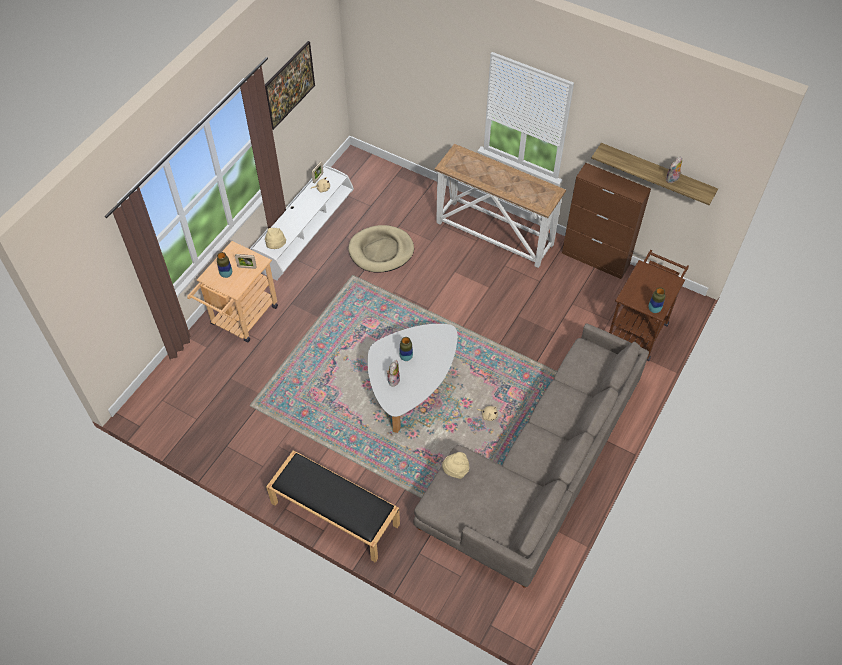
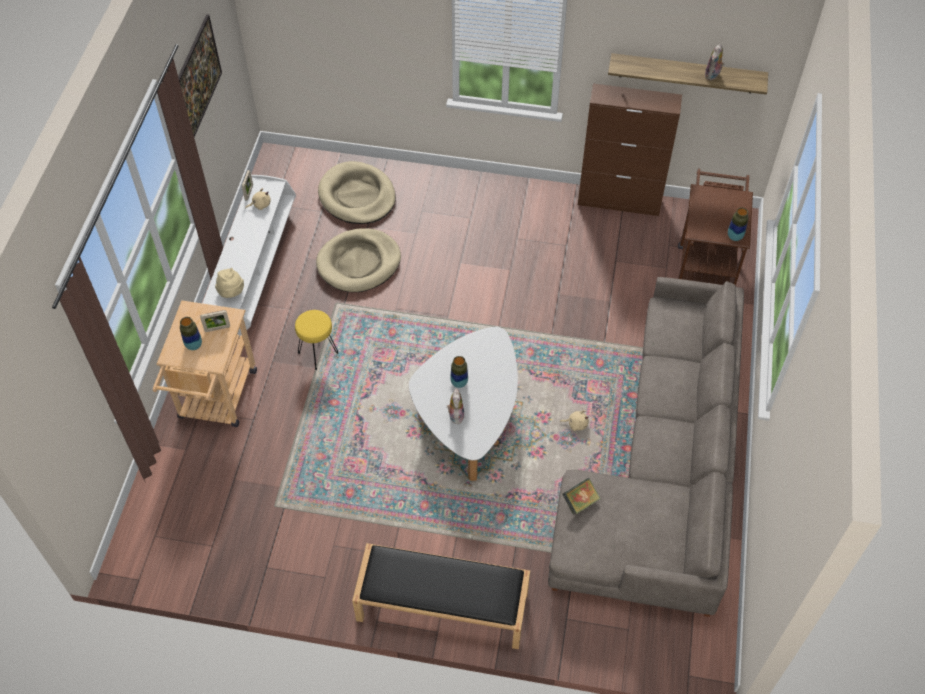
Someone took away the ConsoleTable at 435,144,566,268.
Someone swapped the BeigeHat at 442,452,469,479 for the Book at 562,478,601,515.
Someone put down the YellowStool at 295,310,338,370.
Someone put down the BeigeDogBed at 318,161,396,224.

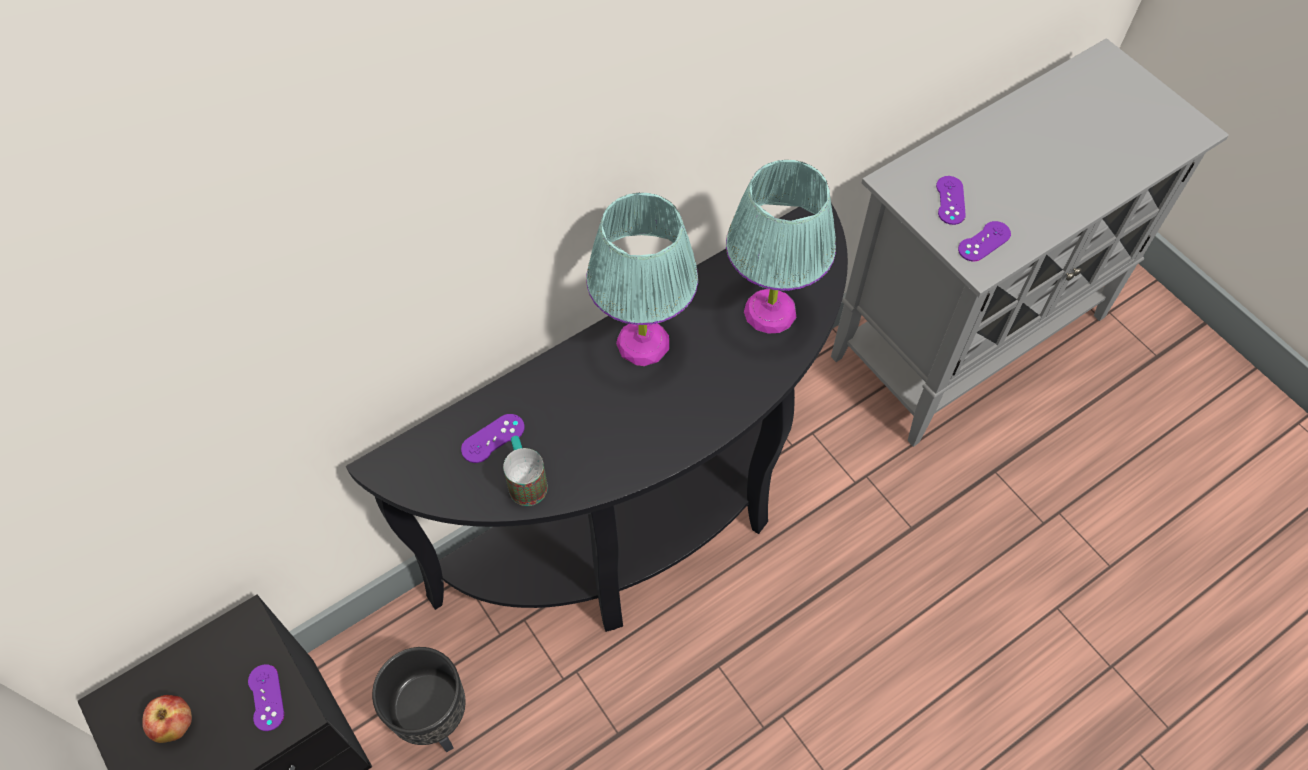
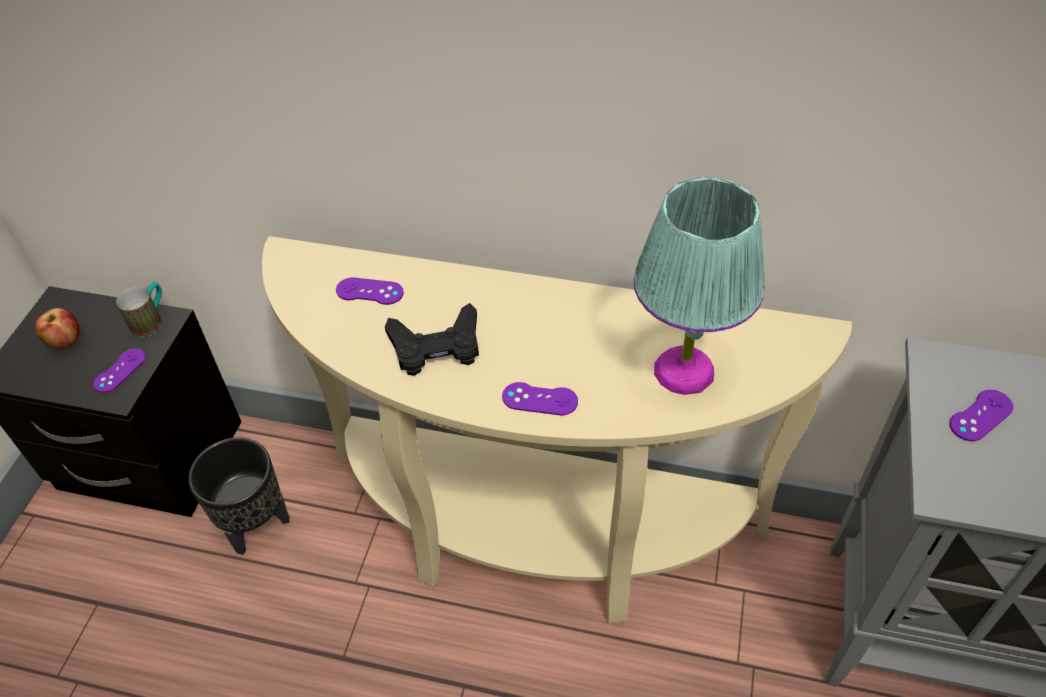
Someone repainted the BlackConsoleTable at 346,203,848,632, which became the BeigeConsoleTable at 262,236,852,623.
Someone carried the Mug from 503,436,548,506 to 116,282,162,338.
Someone took away the TurquoiseTableLamp at 586,193,698,366.
Someone carried the PurpleGameController from 958,221,1011,261 to 502,382,578,415.
Someone put down the BlackGameController at 385,303,479,376.

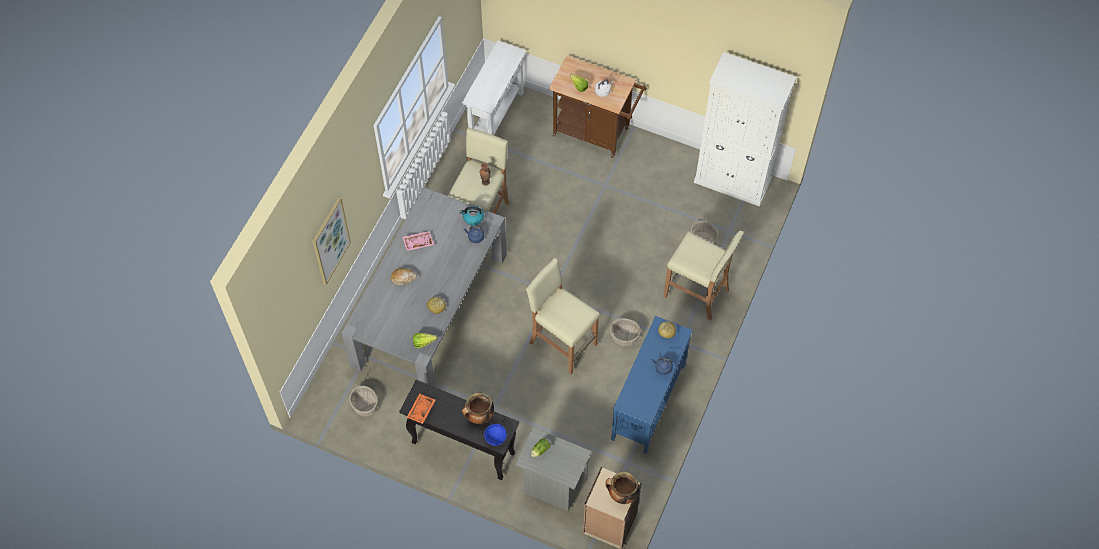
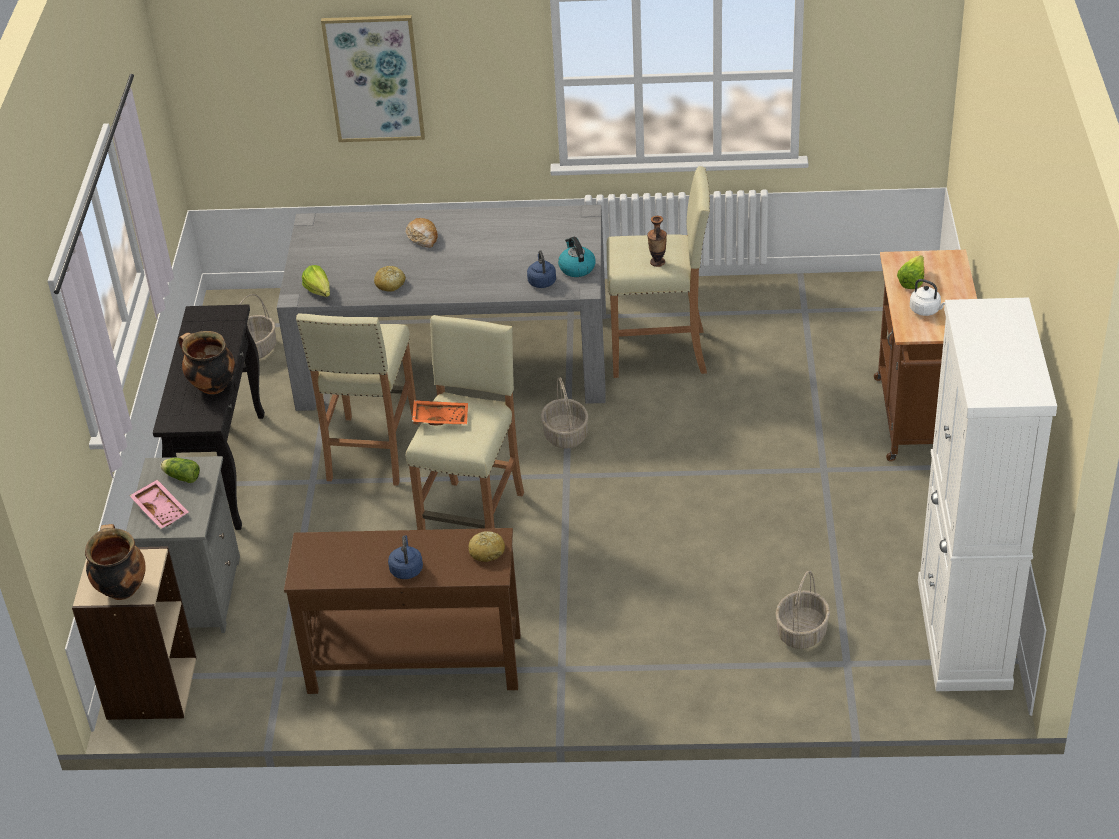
Someone carried the PinkTray from 402,231,434,251 to 129,479,189,529.
Someone carried the OrangeTray from 406,393,435,424 to 412,400,468,425.
Someone took away the WhiteConsoleTable at 462,40,527,135.
Someone took away the BlueBowl at 484,424,507,446.
Someone carried the Basket from 610,318,641,346 to 541,377,588,449.
Someone repainted the BlueConsoleTable at 611,316,693,454, which became the BrownConsoleTable at 284,528,521,694.
Someone carried the BeigeStool from 663,231,744,320 to 296,313,419,486.

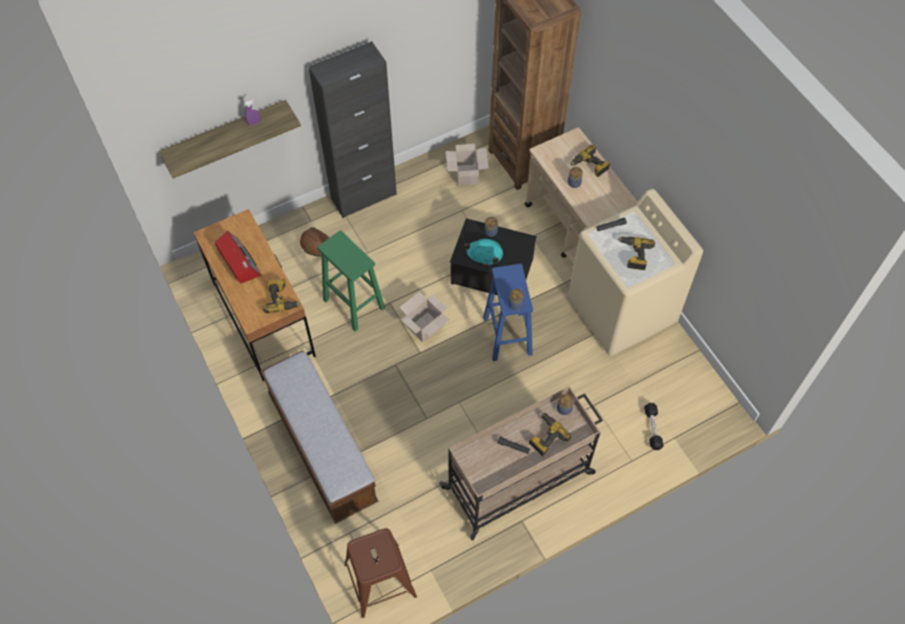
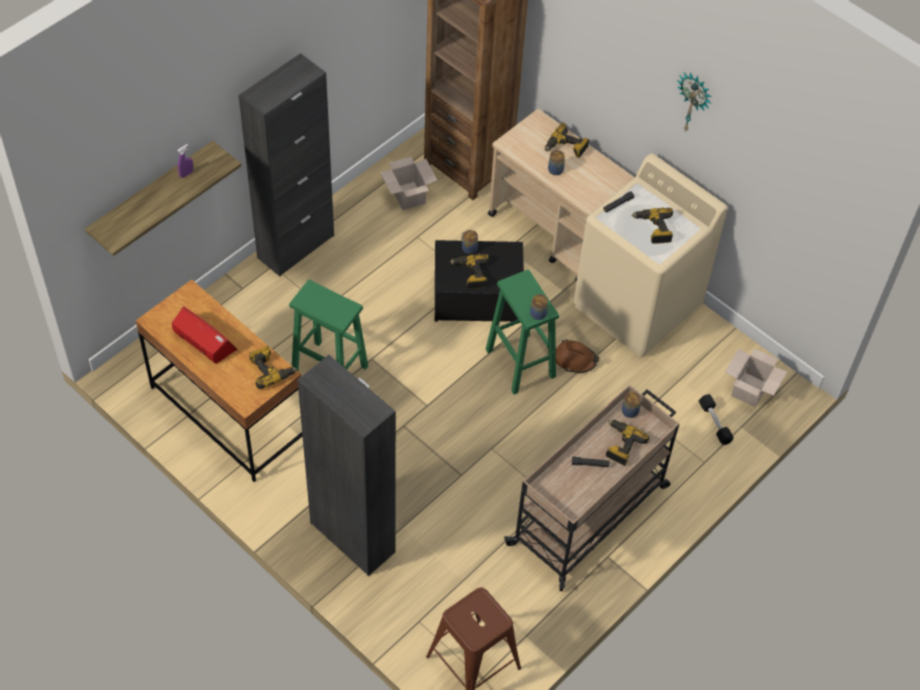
Someone swapped the Bench at 260,350,378,524 for the BlackCabinet at 297,355,396,576.
Someone carried the BrownHardHat from 300,227,329,256 to 556,339,600,373.
Someone carried the CardboardBox from 399,291,449,342 to 725,348,787,407.
Someone swapped the TurquoiseHardHat at 464,239,503,266 for the PowerDrill at 450,254,489,289.
Someone repainted the BlueStool at 483,264,533,361, which became the GreenStool at 486,270,559,394.
Someone put up the WallClock at 677,72,712,132.

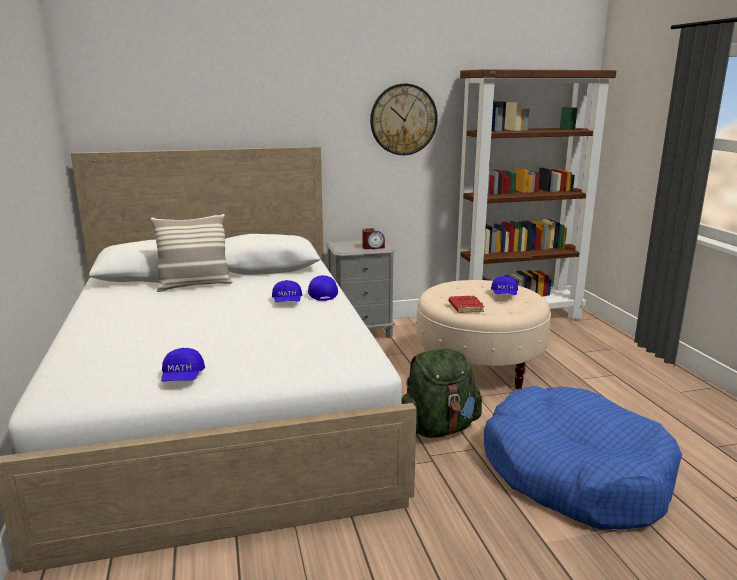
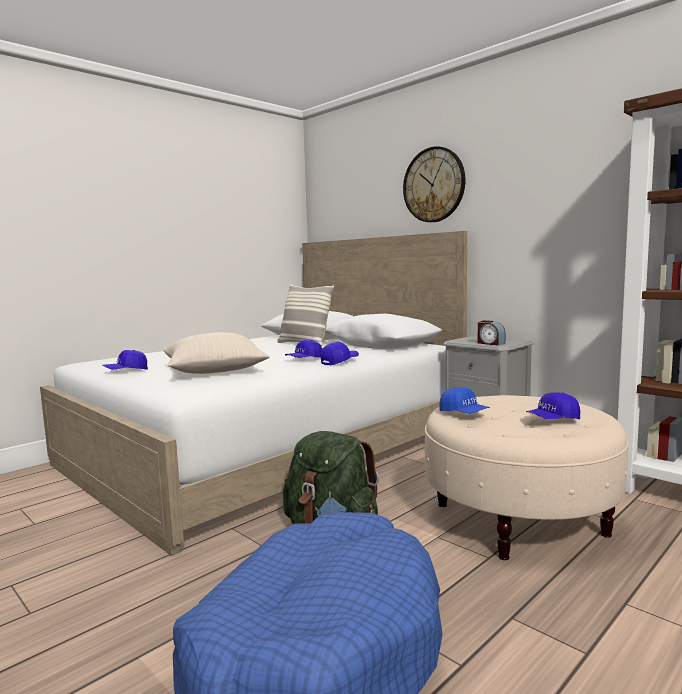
Someone carried the WallClock from 370,83,438,155 to 403,146,465,222.
Someone swapped the RedBook at 449,295,485,313 for the BlueCap at 439,387,490,414.
Someone put down the BeigePillow at 164,332,269,374.

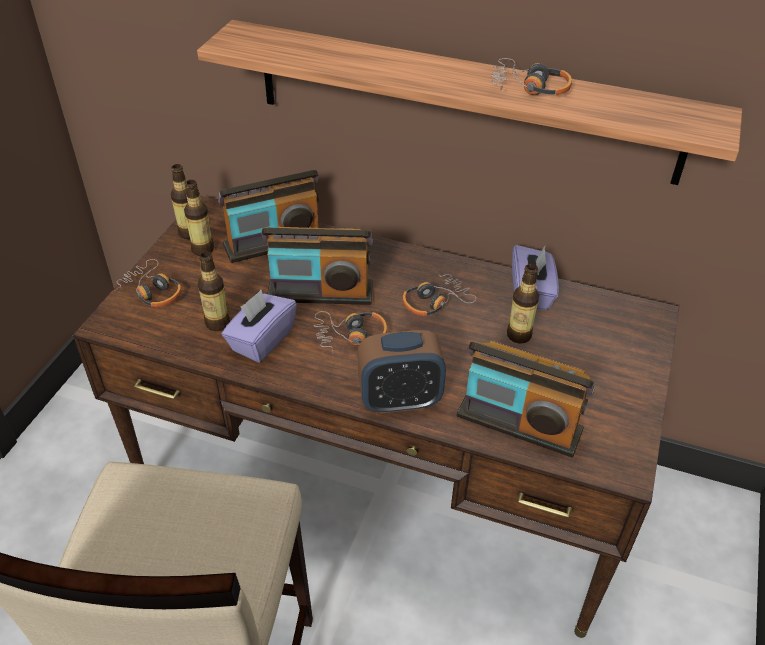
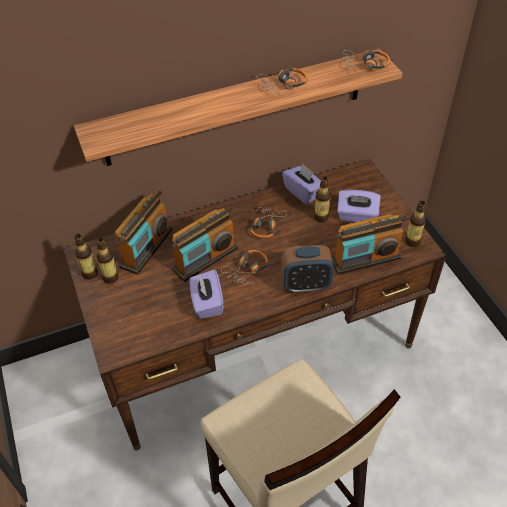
Someone carried the Headphones from 114,259,181,307 to 342,50,390,72.
Someone carried the Bottle from 198,252,230,331 to 405,200,426,247.
Someone rotated the AlarmClock at 358,330,446,414 by 45 degrees clockwise.
Someone put down the PurpleTissueBox at 337,190,381,222.

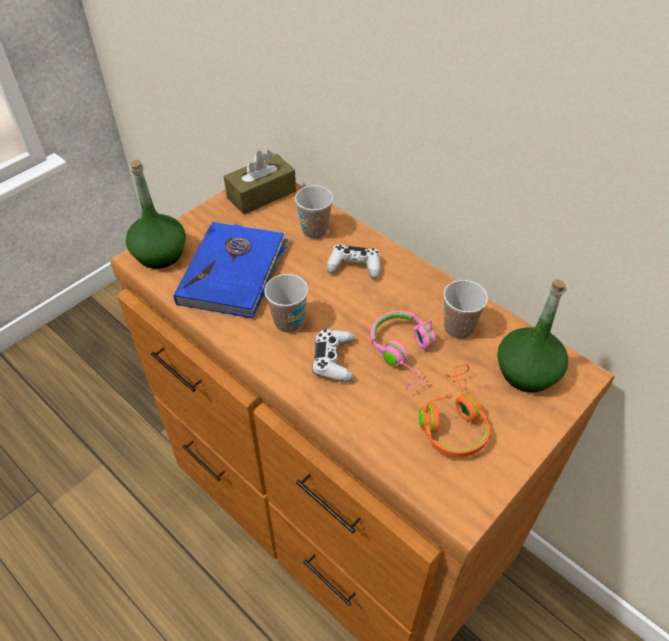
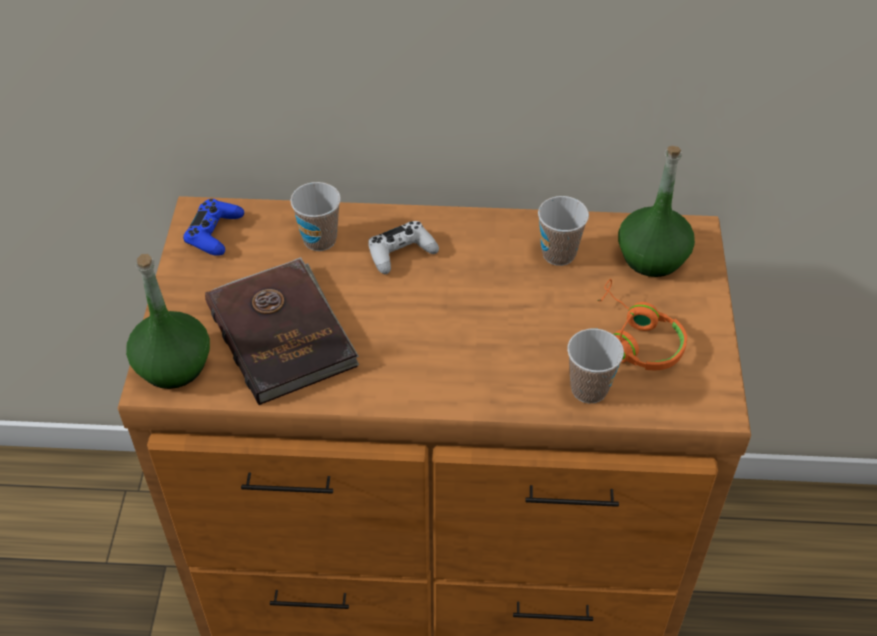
Someone repainted the BlueBook at 174,222,290,318, which became the BrownBook at 205,257,359,405.
Someone swapped the BrownTissueBox at 224,150,296,215 for the BlueGameController at 183,199,244,256.
Someone carried the Cup from 264,274,308,333 to 567,329,624,403.
Someone took away the WhiteGameController at 312,329,355,382.
Someone took away the PinkHeadphones at 370,311,436,390.

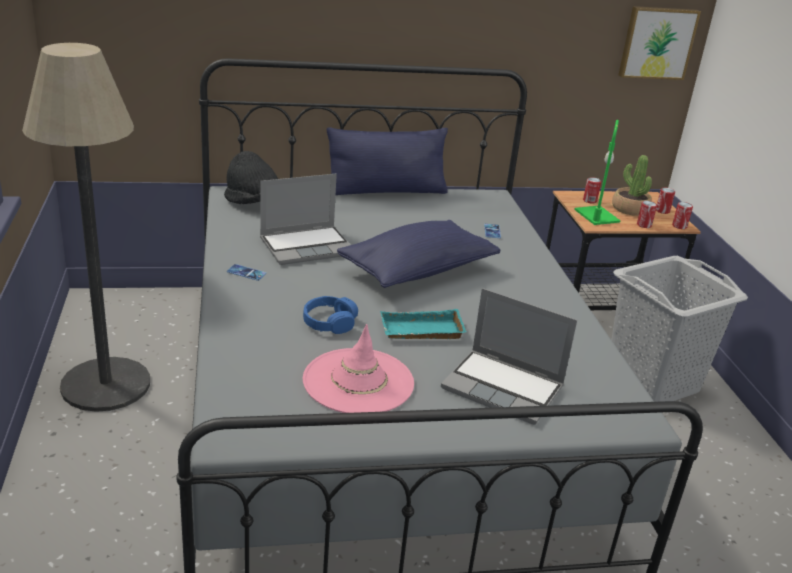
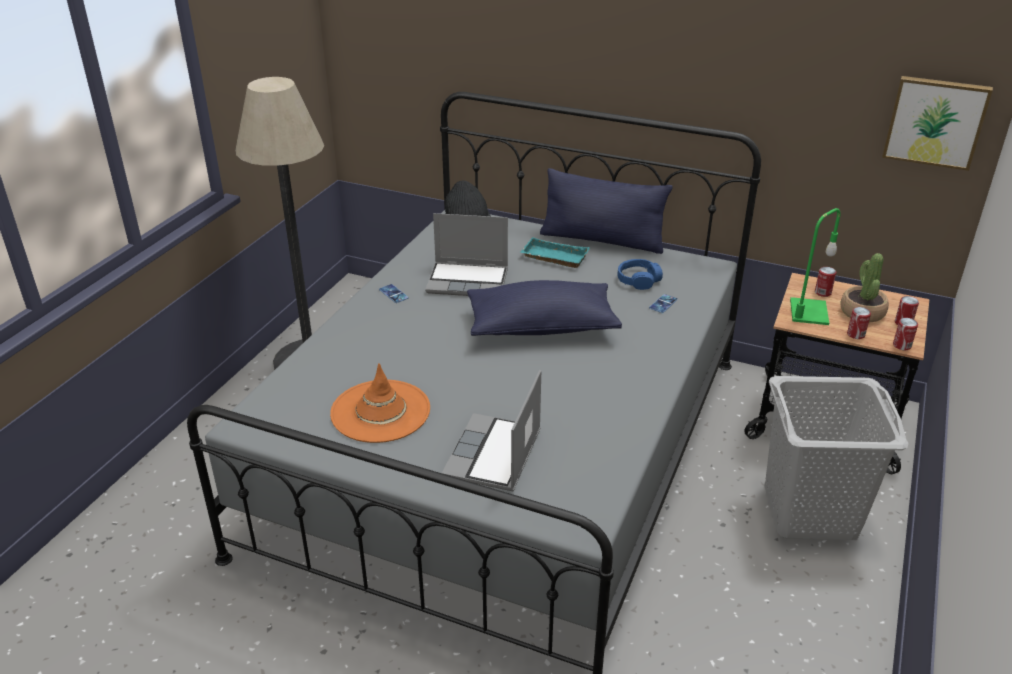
Someone carried the BlueHeadphones from 303,296,358,334 to 618,259,663,290.
Someone repainted the PinkHat at 303,324,414,413, which became the OrangeHat at 330,363,430,443.
Someone carried the TurquoiseTray from 380,309,466,339 to 520,237,590,268.
Someone rotated the Laptop at 441,288,577,425 by 45 degrees clockwise.

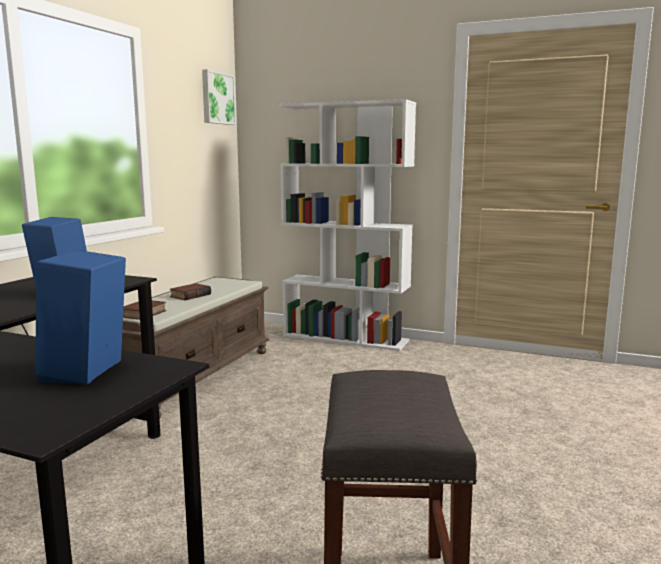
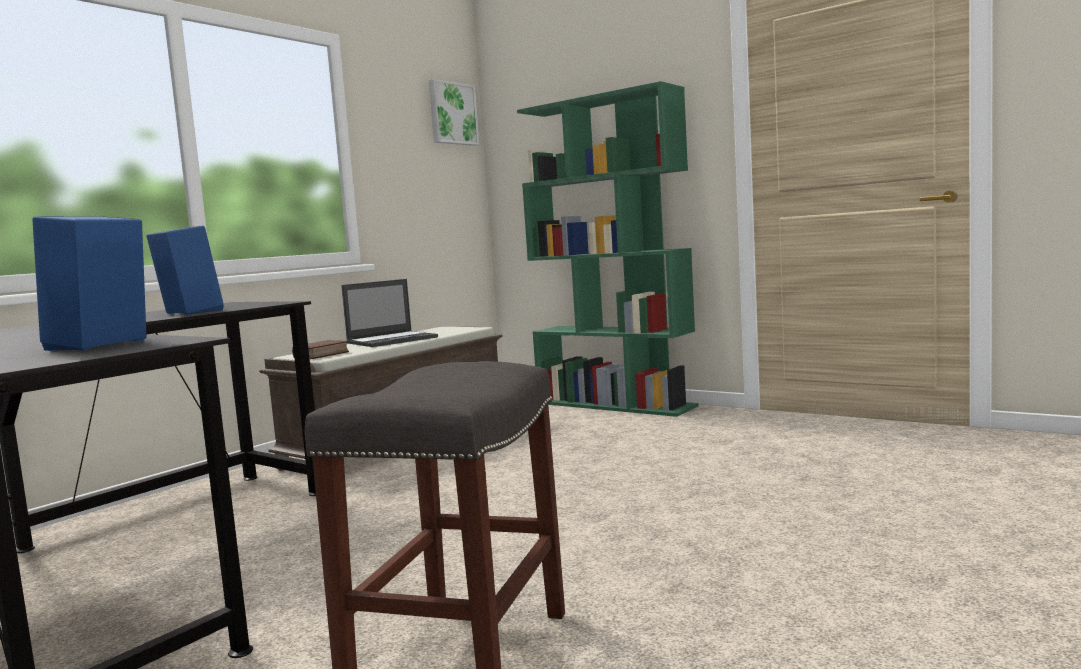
Someone swapped the Book at 170,283,211,300 for the Laptop at 341,279,438,347.
Someone repainted the WhiteBookcase at 279,99,416,351, which became the GreenBookcase at 517,81,698,417.

